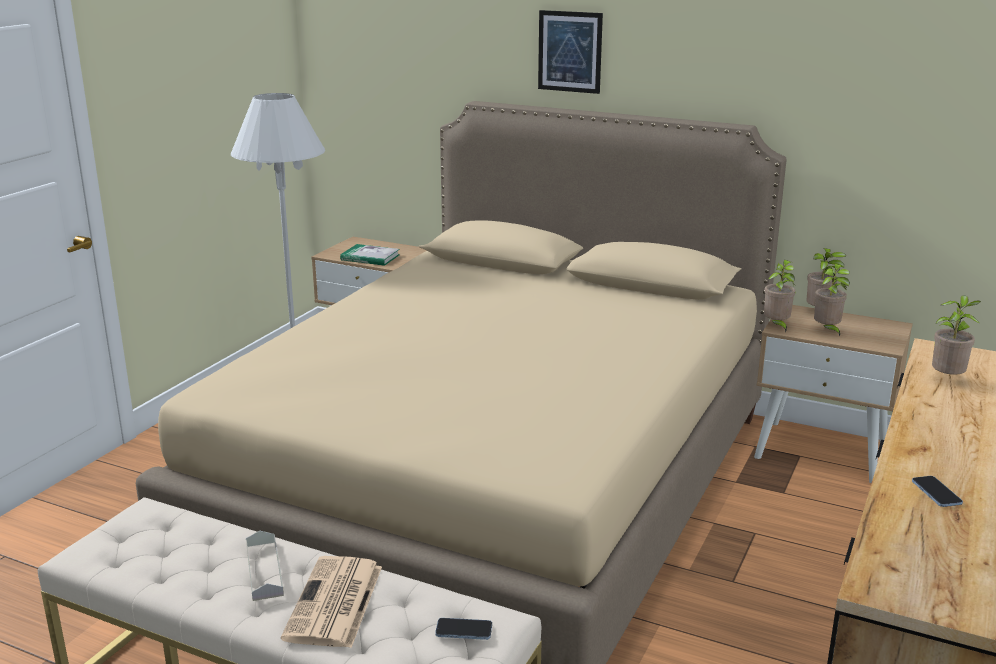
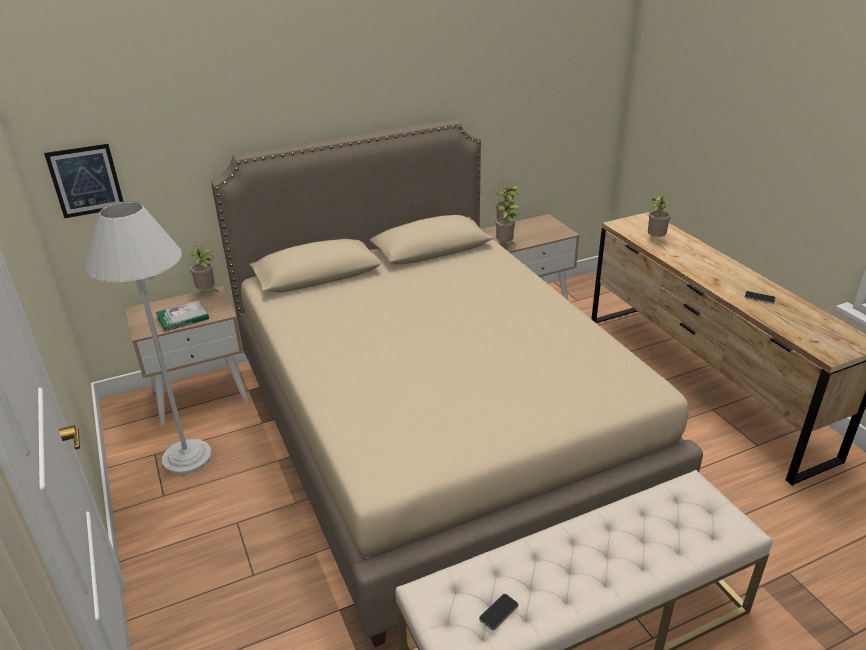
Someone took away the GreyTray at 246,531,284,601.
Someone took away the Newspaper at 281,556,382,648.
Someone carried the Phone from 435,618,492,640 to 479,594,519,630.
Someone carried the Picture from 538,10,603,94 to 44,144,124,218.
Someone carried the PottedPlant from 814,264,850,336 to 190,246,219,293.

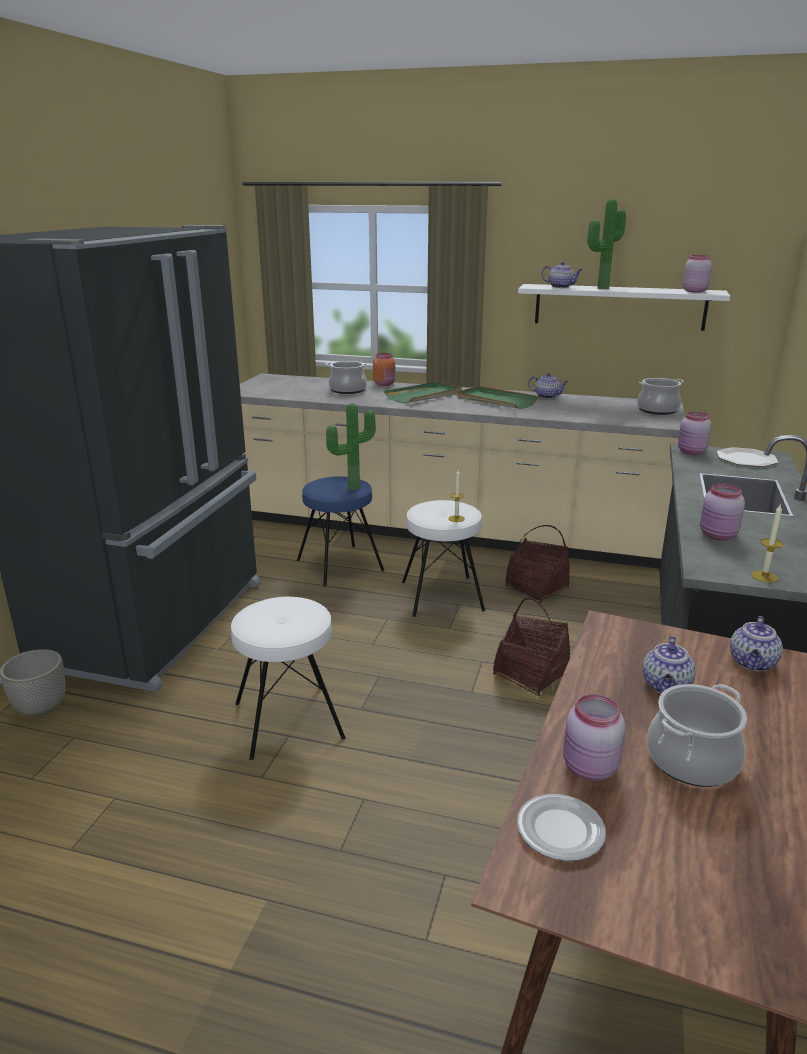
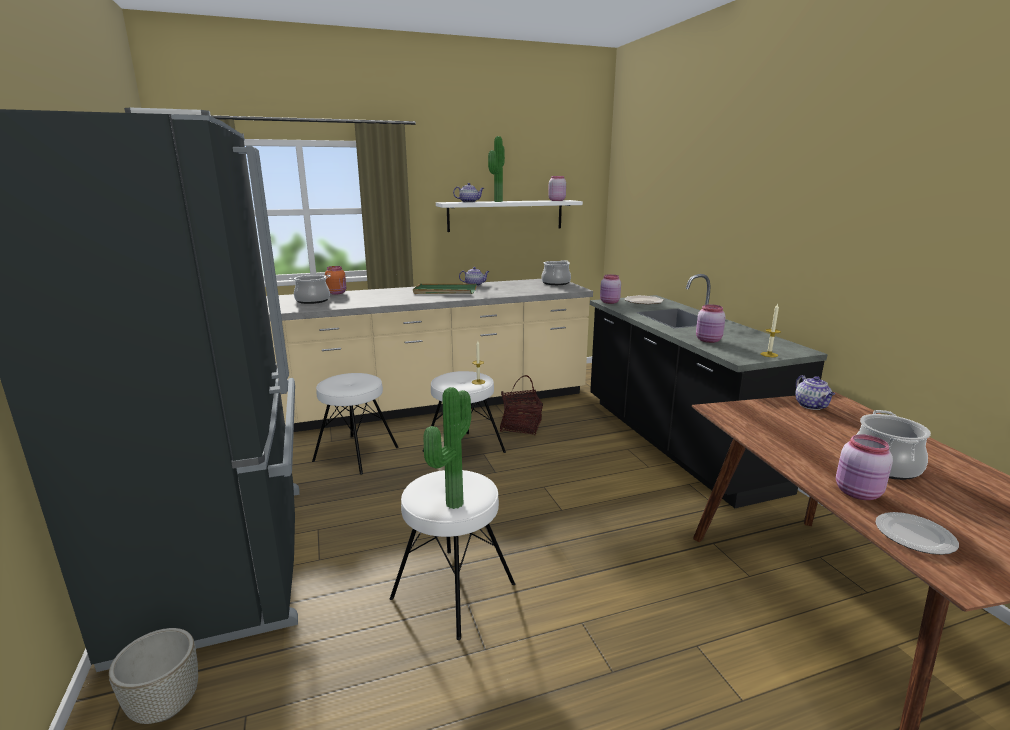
Someone repainted the BlueStool at 297,476,384,587, which became the WhiteStool at 312,373,399,475.
Someone carried the PottedPlant from 326,404,376,490 to 423,387,471,509.
Someone took away the GreenTray at 384,381,462,403.
Someone took away the Basket at 493,598,570,696.
Someone took away the Teapot at 643,636,696,694.

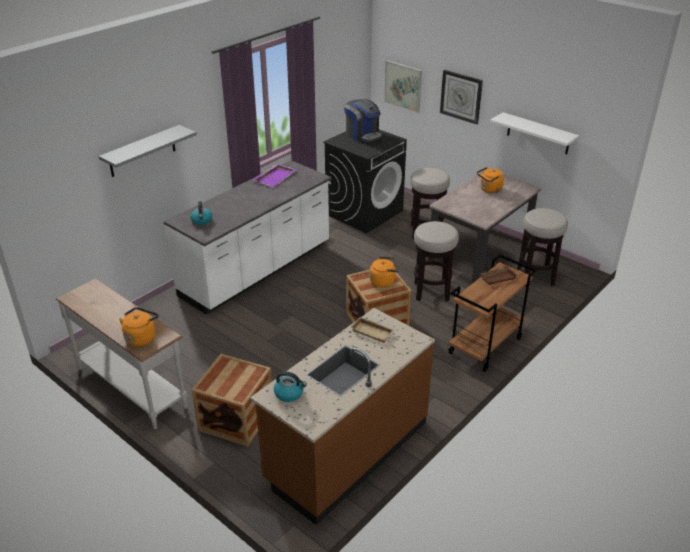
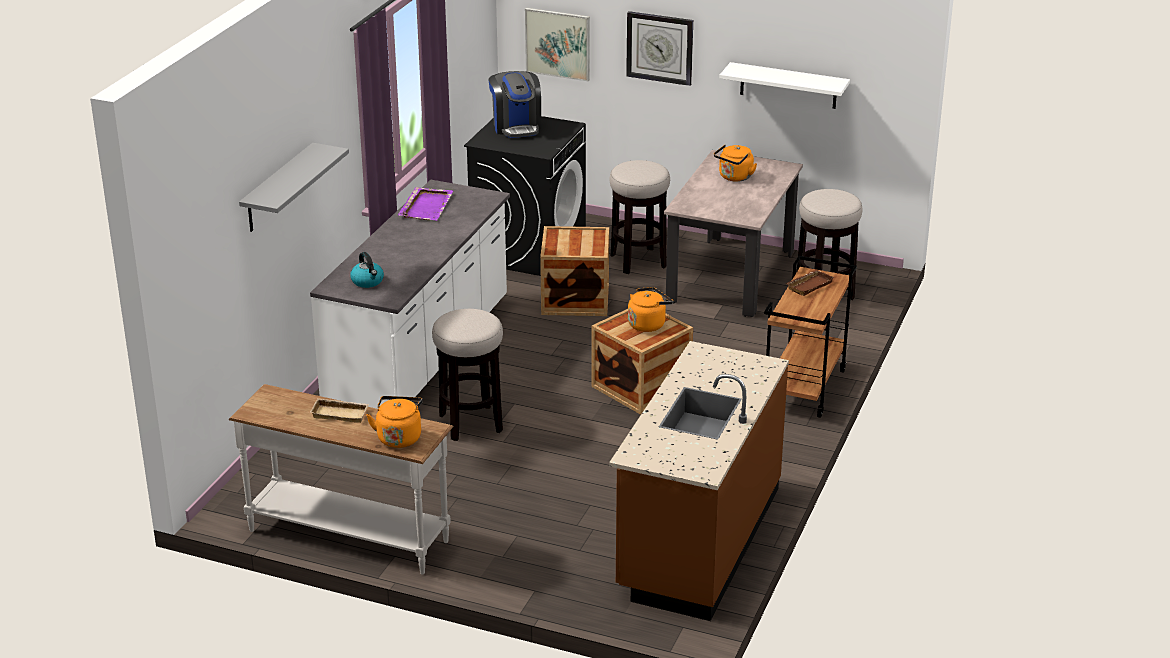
Someone carried the Crate from 191,354,272,447 to 540,226,609,316.
Someone took away the Kettle at 274,372,307,402.
Someone rotated the CoffeeMachine at 344,99,382,142 by 45 degrees clockwise.
Someone carried the BeigeTray from 351,317,394,343 to 310,398,369,423.
Someone carried the Stool from 414,221,459,302 to 432,309,503,441.

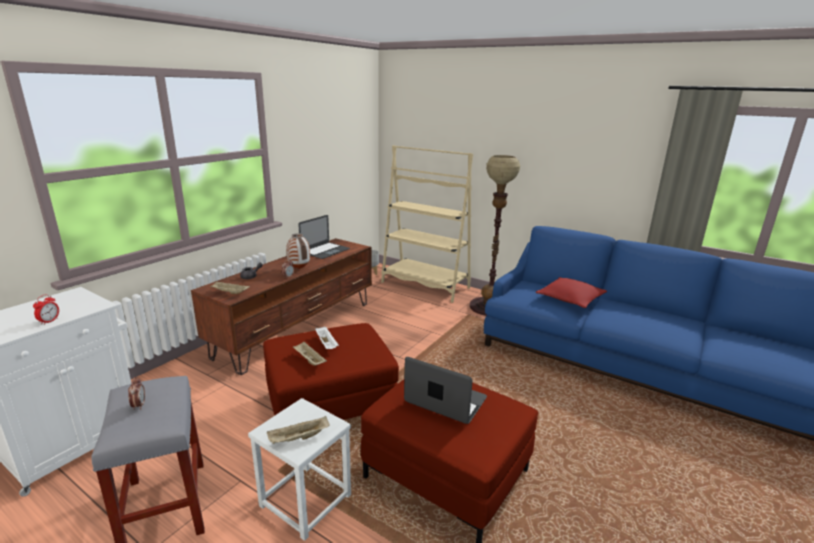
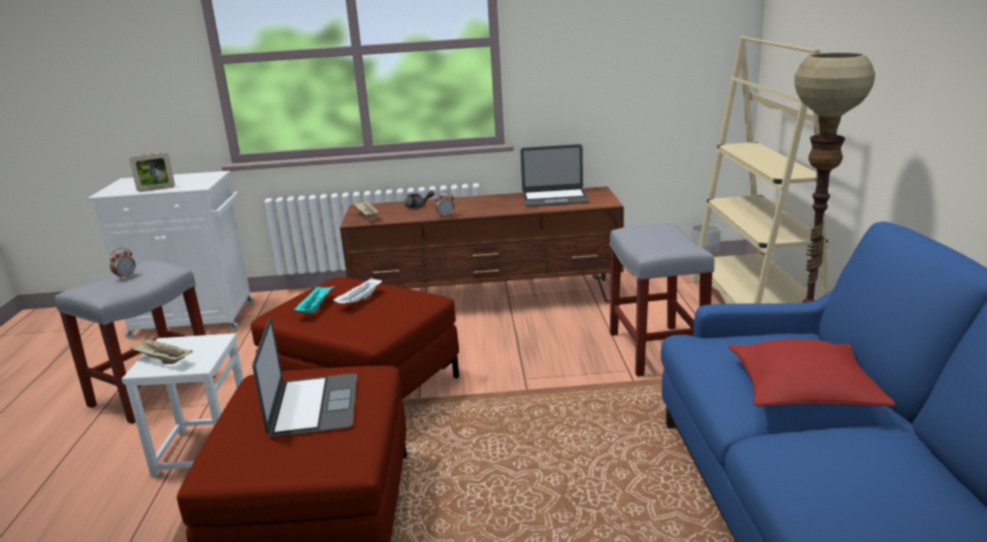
Someone swapped the AlarmClock at 33,294,59,325 for the PictureFrame at 129,152,175,192.
Someone took away the Vase at 286,233,310,269.
Someone repainted the BeigeTray at 293,342,327,366, which became the TurquoiseTray at 294,286,335,313.
Someone put down the GreyStool at 609,223,714,377.

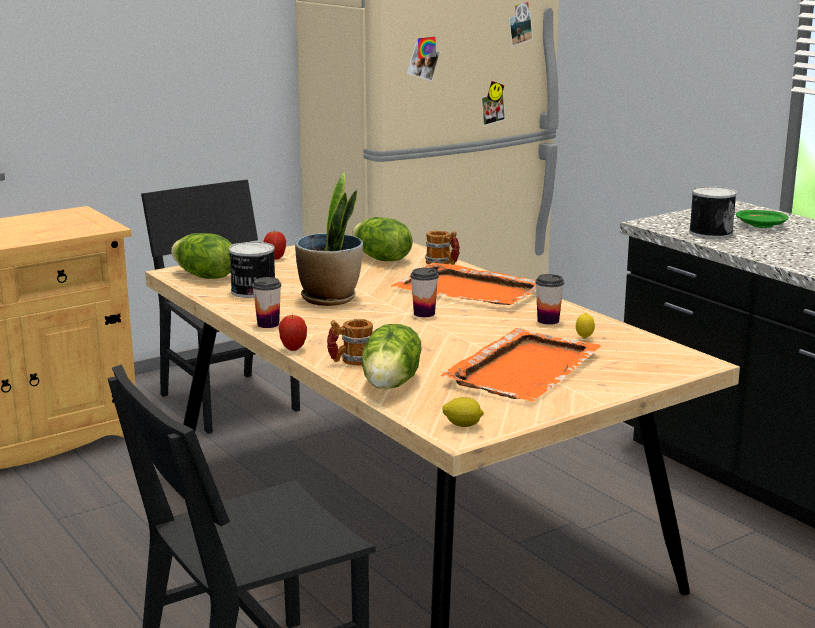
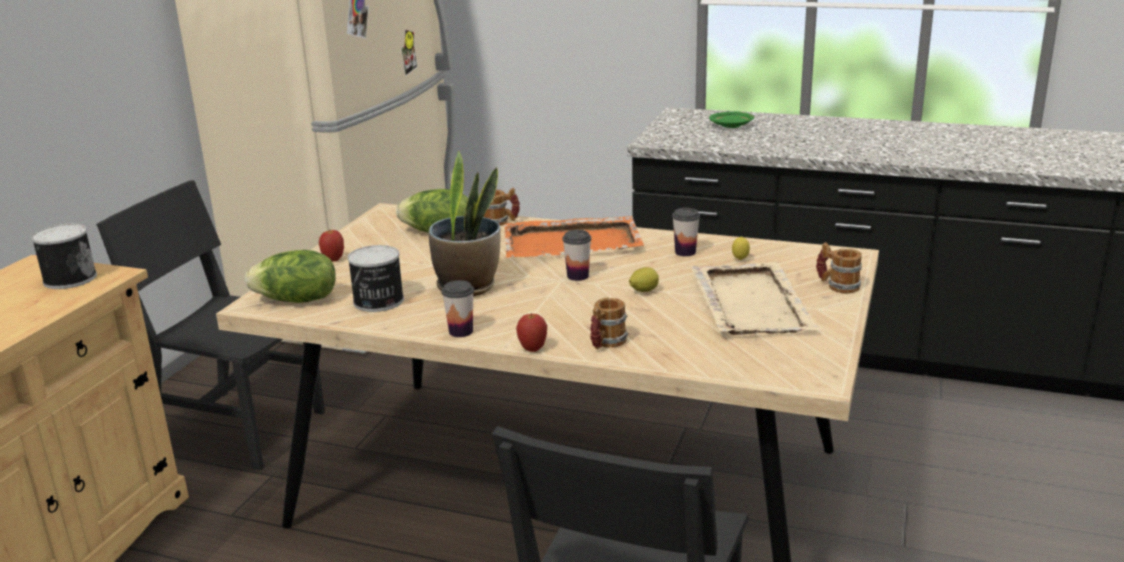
Someone took away the Lettuce at 362,324,421,389.
Someone repainted the OrangeTray at 441,328,601,401, which became the BeigeTray at 691,262,821,335.
Someone carried the Lemon from 442,397,484,427 to 629,267,659,292.
Someone carried the Can from 689,186,737,239 to 31,224,97,289.
Someone put down the Mug at 816,242,862,294.

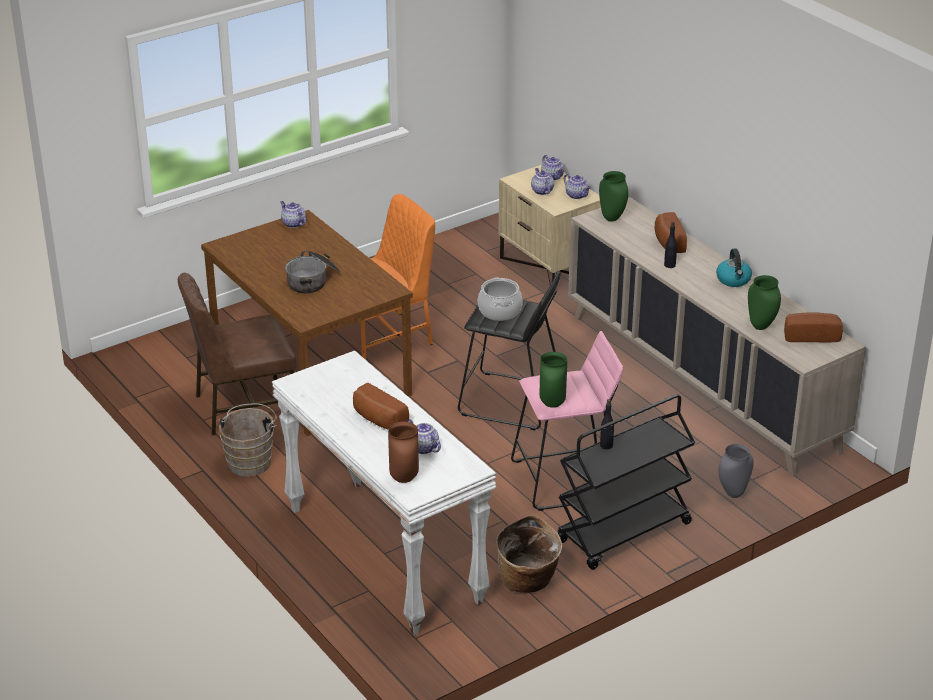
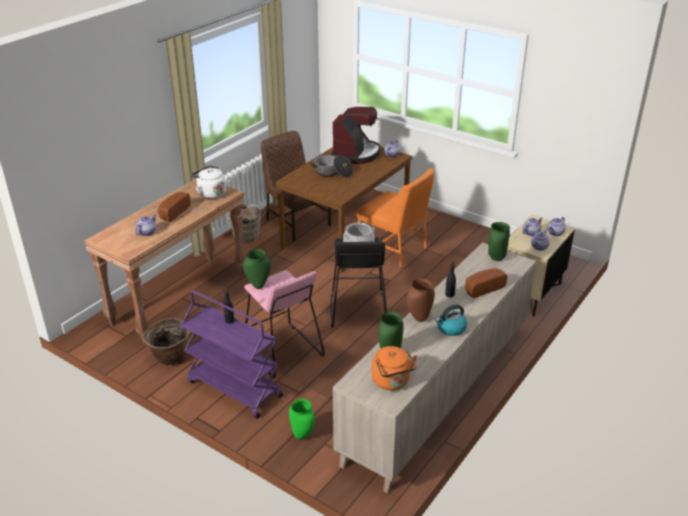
Someone repainted the WhiteConsoleTable at 272,350,496,635, which became the BrownConsoleTable at 84,179,246,344.
Someone carried the BrownVase from 388,422,419,483 to 407,279,435,322.
Someone repainted the BlackCart at 557,394,695,570, which became the PurpleCart at 181,290,283,419.
Someone repainted the GreyVase at 718,444,754,498, which became the GreenVase at 289,399,315,440.
Someone swapped the Bread at 784,312,843,342 for the OrangeKettle at 372,346,417,390.
Someone put down the WhiteKettle at 190,165,226,199.
Someone put down the CoffeeMachine at 331,107,381,164.

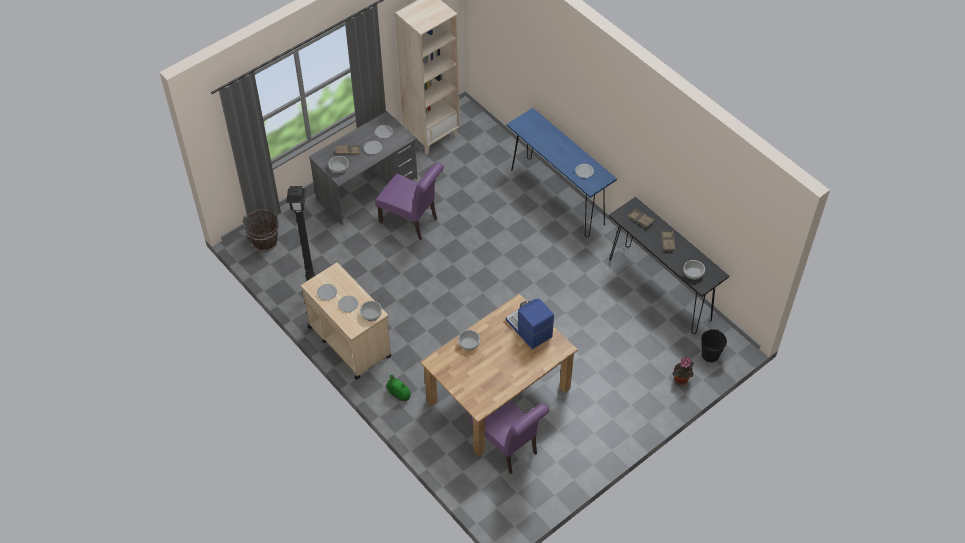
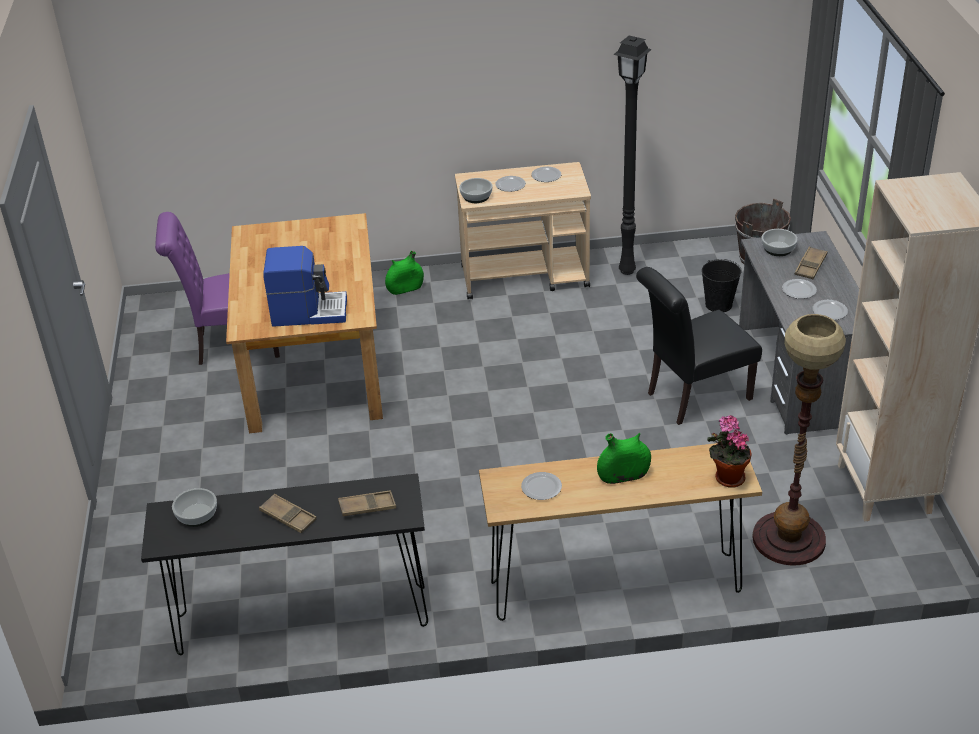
Someone repainted the PurpleChair at 375,162,444,240, which became the BlackChair at 636,267,762,425.
Someone took away the Bowl at 458,330,480,351.
Someone repainted the BlueConsoleTable at 506,108,617,237, which became the BrownConsoleTable at 479,443,762,621.
Someone carried the PottedPlant from 672,357,693,385 to 707,415,752,488.
Someone carried the BlackBucket from 701,329,727,362 to 702,259,742,312.
Someone put down the GreenVase at 597,433,651,484.
Someone put down the FloorLamp at 752,314,846,565.

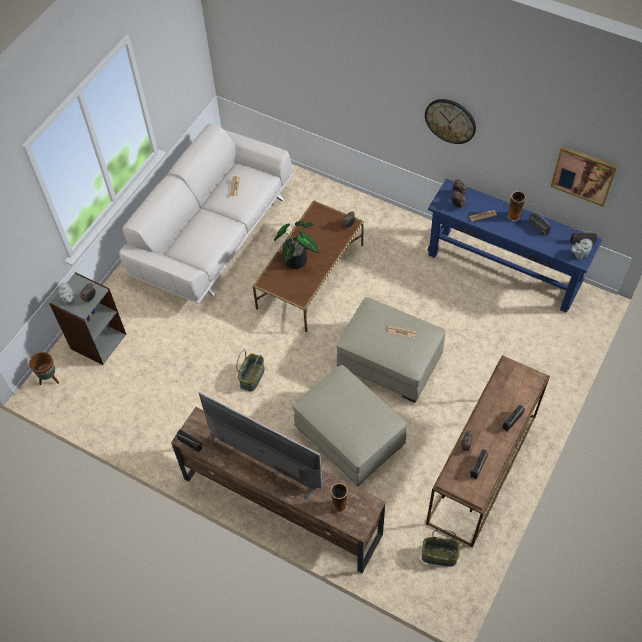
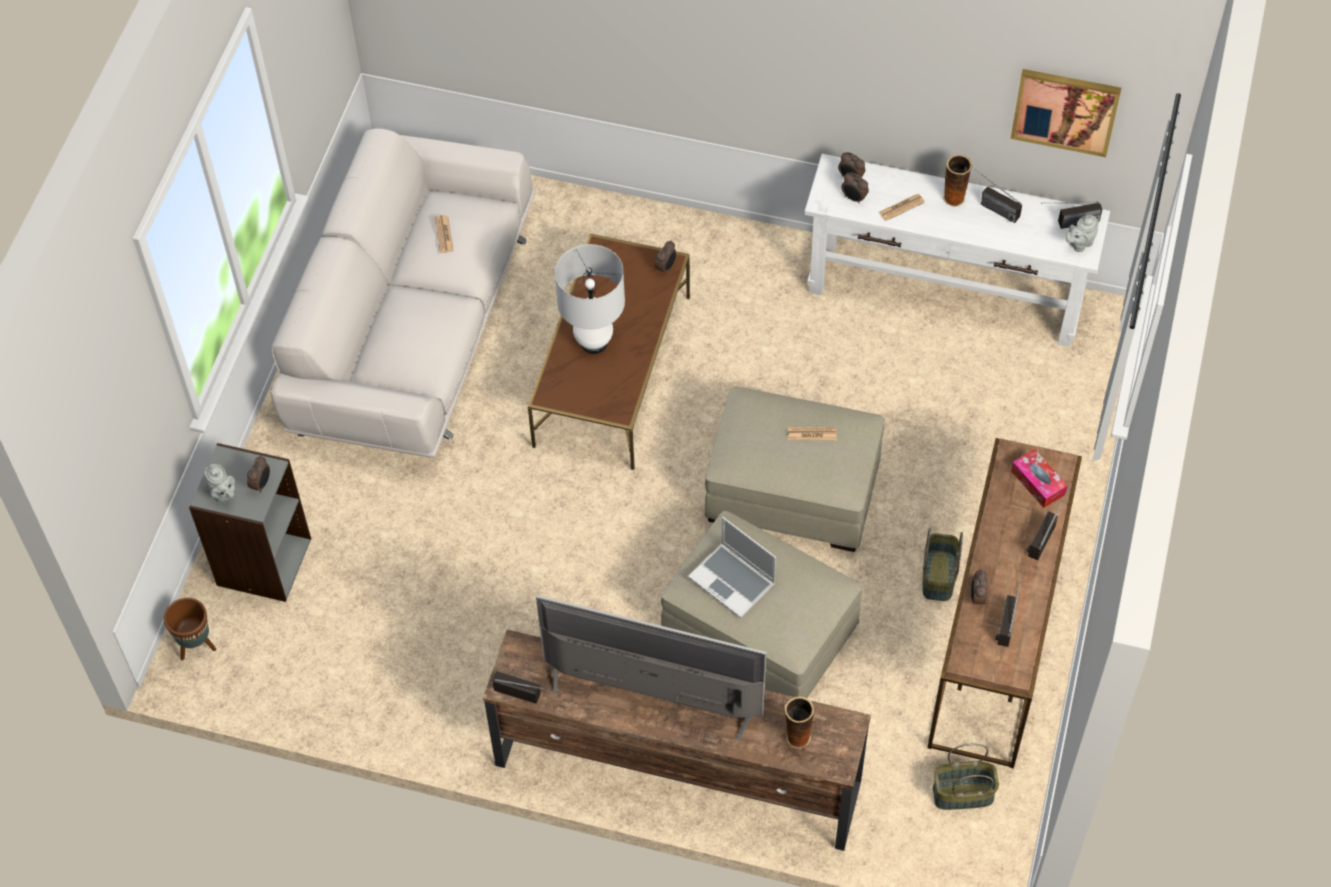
Someone carried the Basket from 236,349,265,392 to 922,528,963,601.
Someone swapped the PottedPlant at 274,221,319,269 for the WhiteTableLamp at 555,244,625,354.
Someone took away the WallClock at 425,99,476,144.
Someone repainted the BlueConsoleTable at 427,179,602,313, which became the WhiteConsoleTable at 805,154,1110,347.
Someone put down the Laptop at 688,517,776,618.
Someone put down the TissueBox at 1011,449,1068,508.

